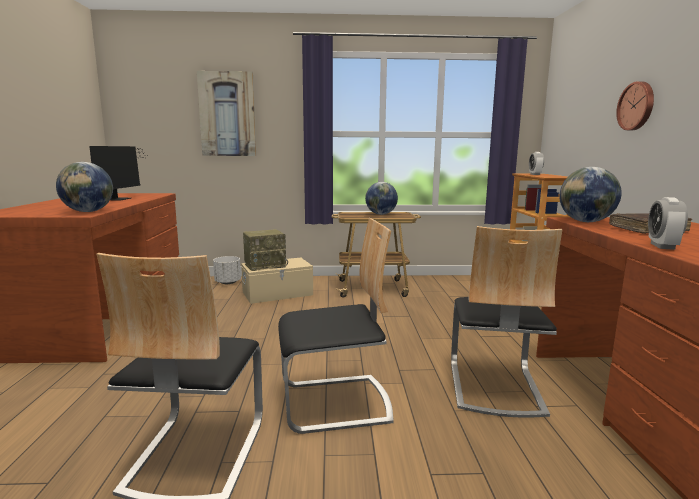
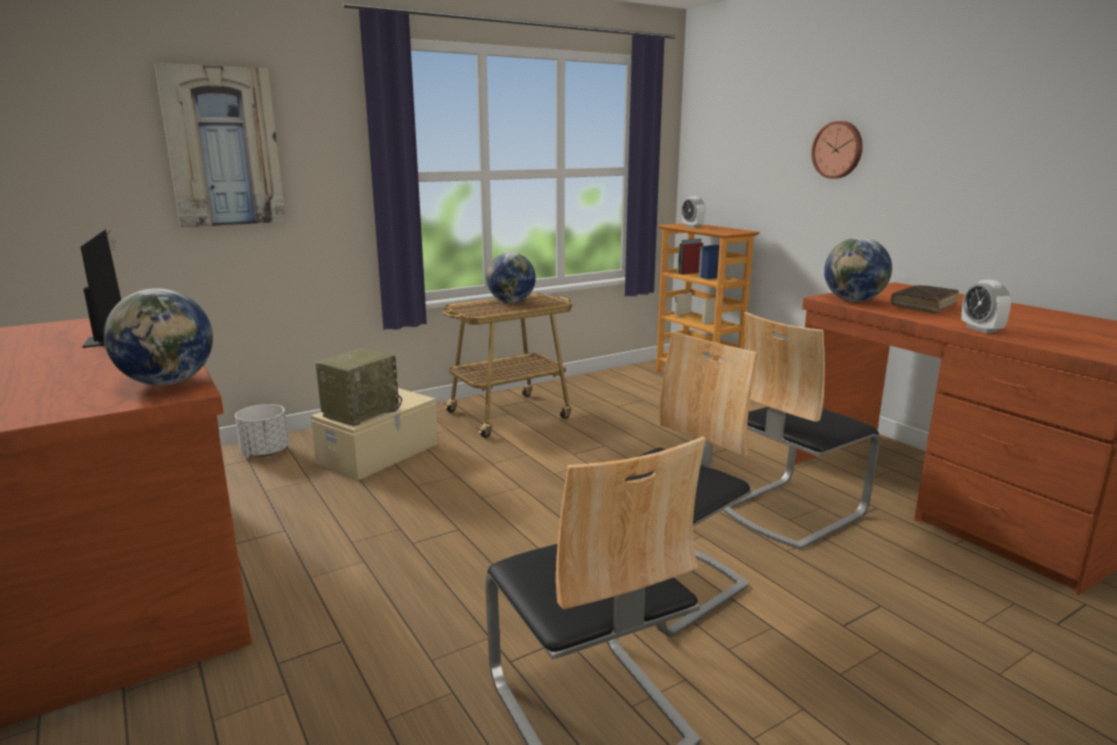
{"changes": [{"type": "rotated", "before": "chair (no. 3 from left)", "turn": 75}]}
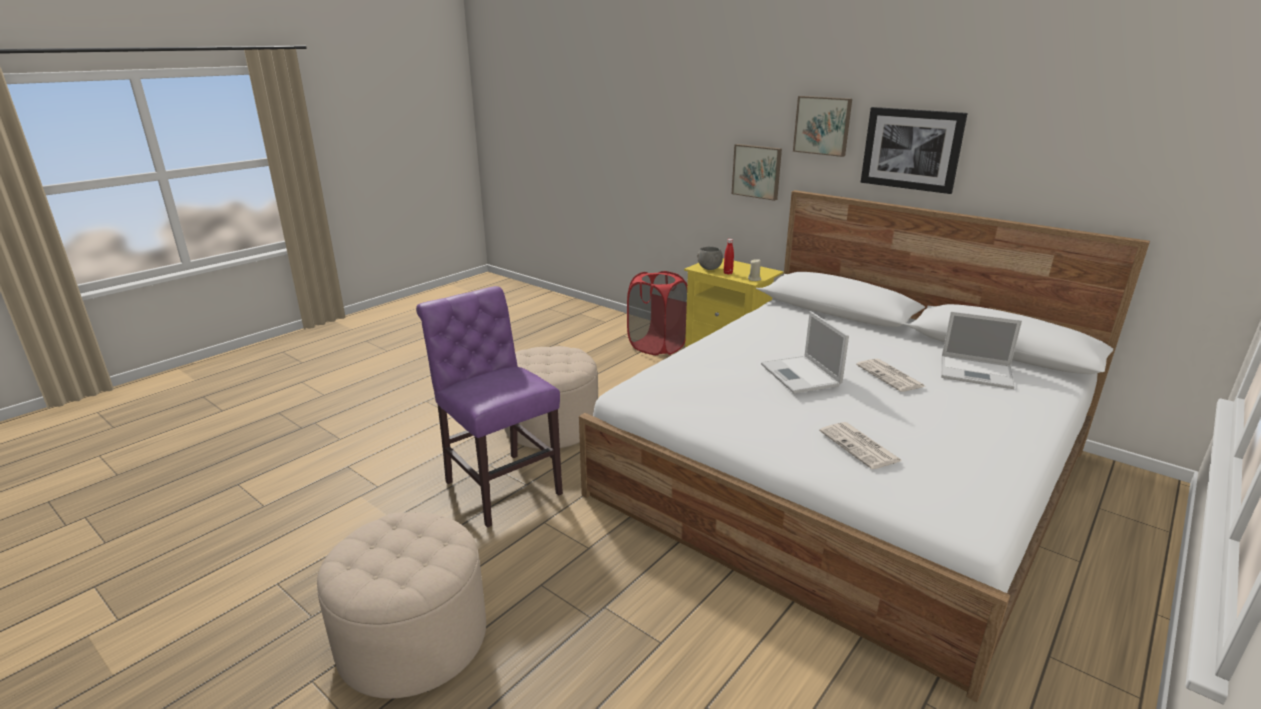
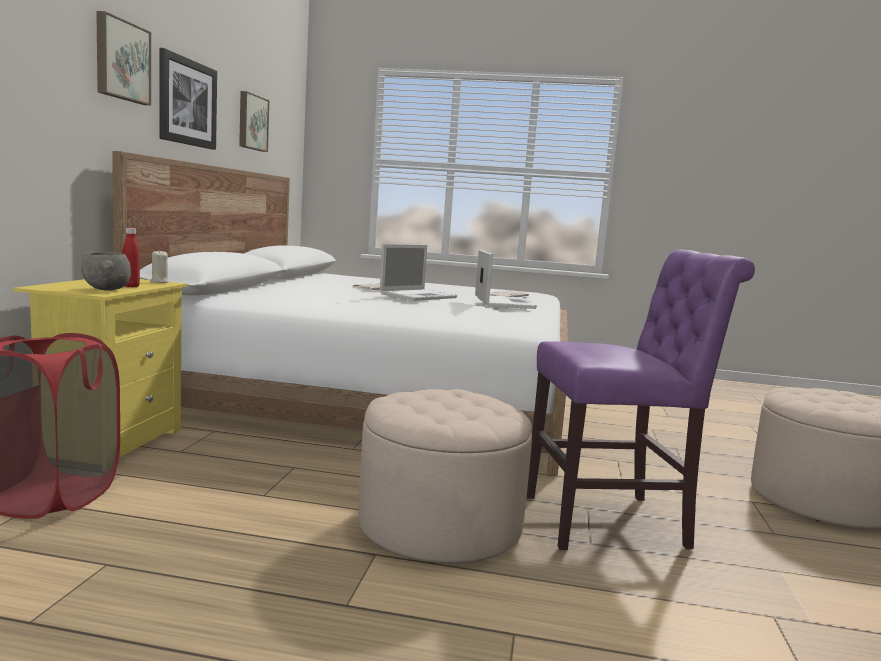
{"changes": [{"type": "shifted", "before": "wall art (no. 1 from left in the first image)", "after": "wall art (no. 3 from left)"}, {"type": "rotated", "before": "purple-coloured chair", "turn": -120}, {"type": "shifted", "before": "portable computer (no. 2 from left)"}]}
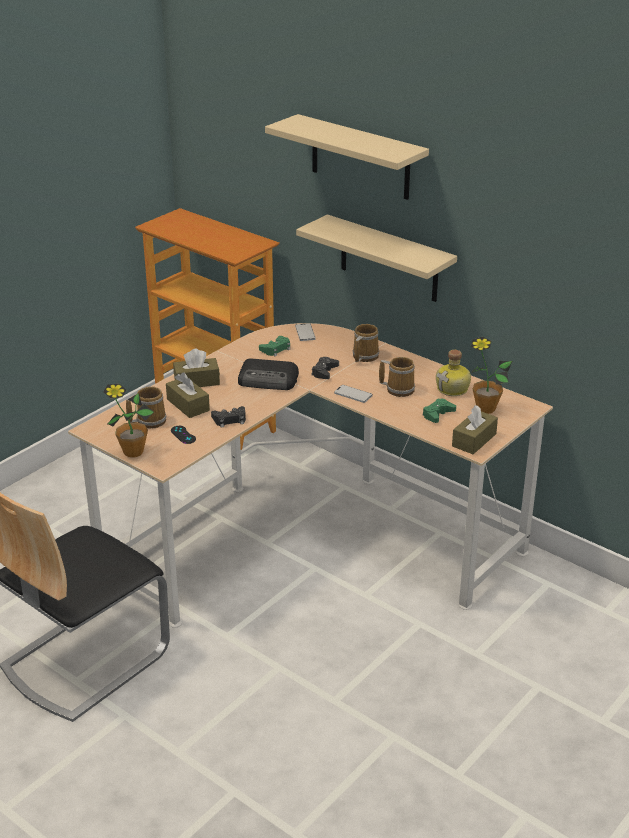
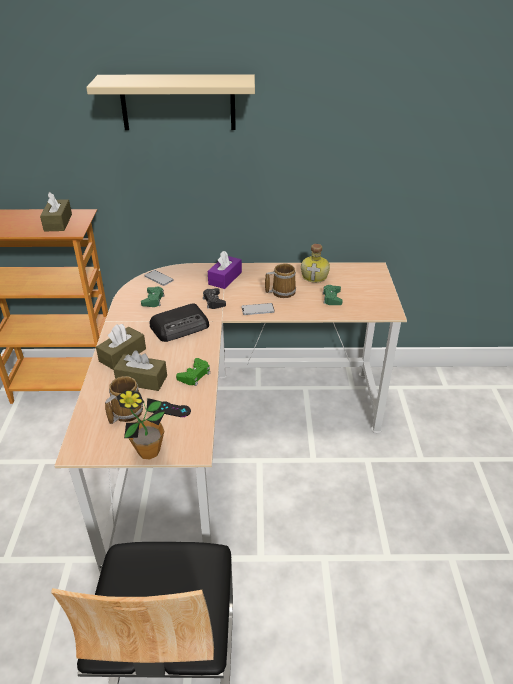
{"changes": [{"type": "gone", "before": "sand-coloured shelf (no. 2 from left)"}, {"type": "swapped", "before": "coffee mug (no. 2 from left)", "after": "purple-coloured box of tissues"}, {"type": "gone", "before": "houseplant (no. 2 from left)"}, {"type": "shifted", "before": "brown-coloured box of tissues (no. 3 from left in the first image)", "after": "brown-coloured box of tissues (no. 1 from left)"}, {"type": "repainted", "before": "blackish game controller (no. 2 from left)", "after": "green-coloured game controller (no. 2 from left)"}]}
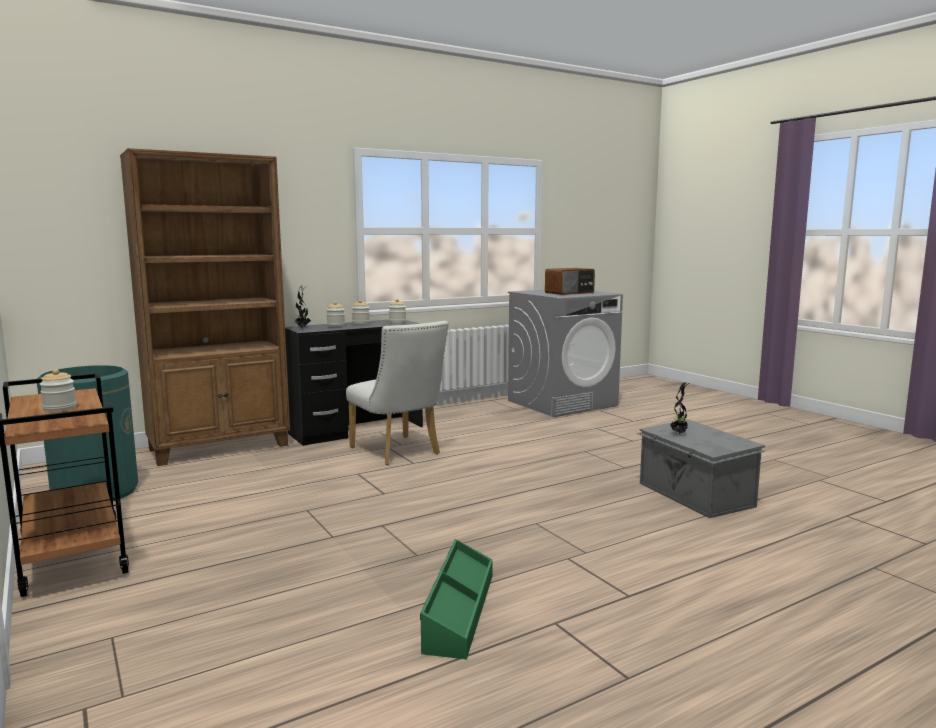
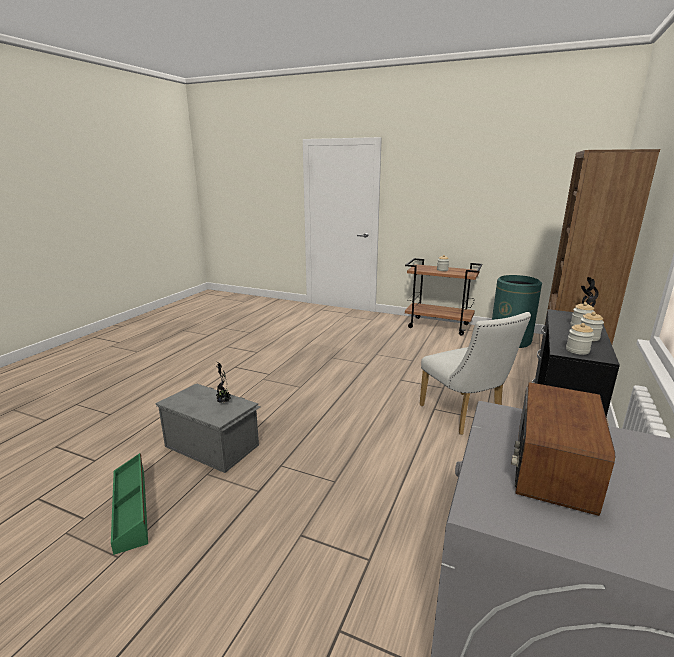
{"changes": [{"type": "rotated", "before": "whitish chair", "turn": -135}, {"type": "shifted", "before": "green-coloured storage bin"}]}
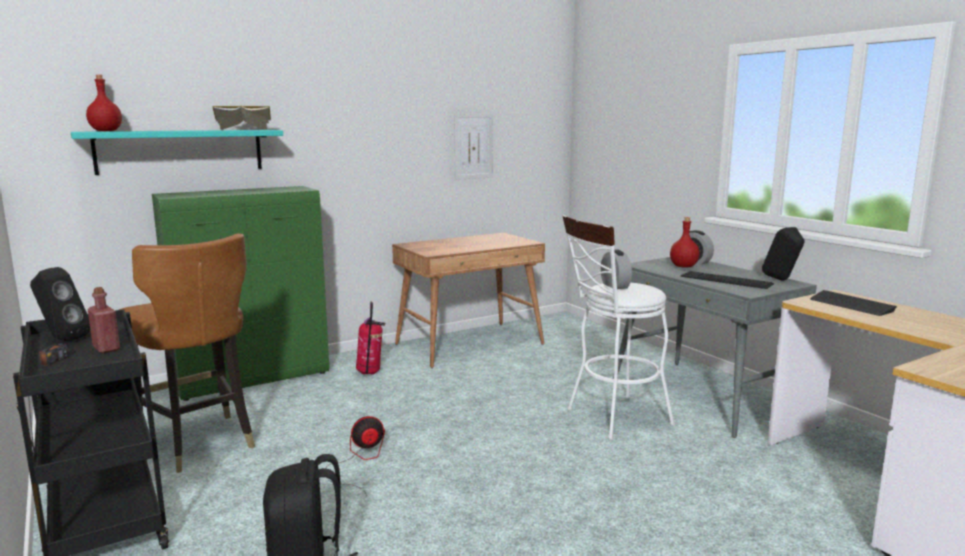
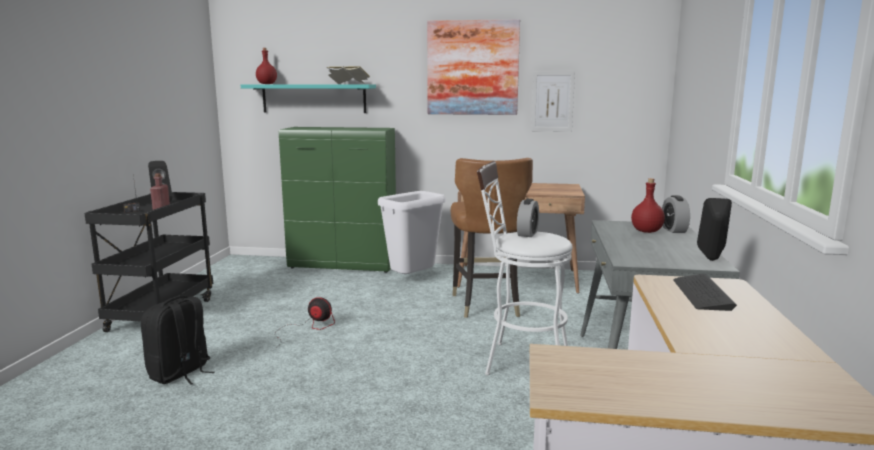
{"changes": [{"type": "shifted", "before": "brown-coloured chair"}, {"type": "gone", "before": "keyboard (no. 1 from left)"}, {"type": "swapped", "before": "extinguisher", "after": "whitish trash can"}, {"type": "new", "after": "wall art (no. 1 from left)"}]}
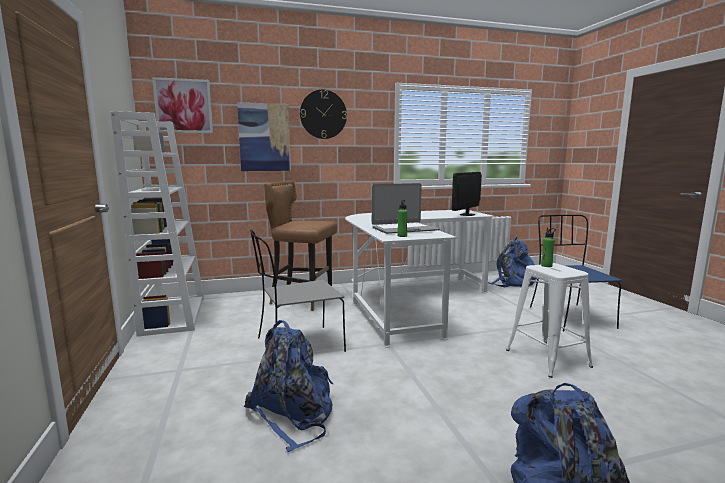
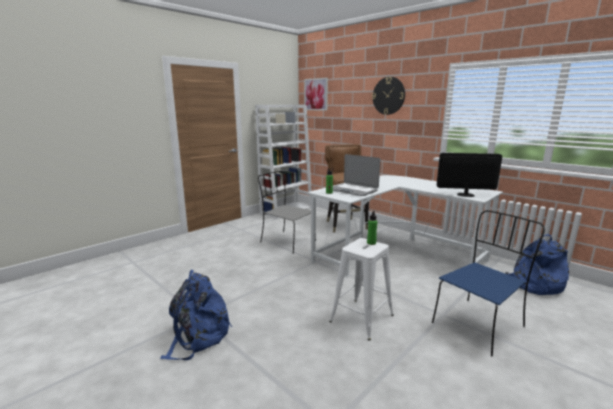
{"changes": [{"type": "gone", "before": "wall art (no. 2 from left)"}, {"type": "gone", "before": "blue-coloured backpack (no. 1 from left)"}]}
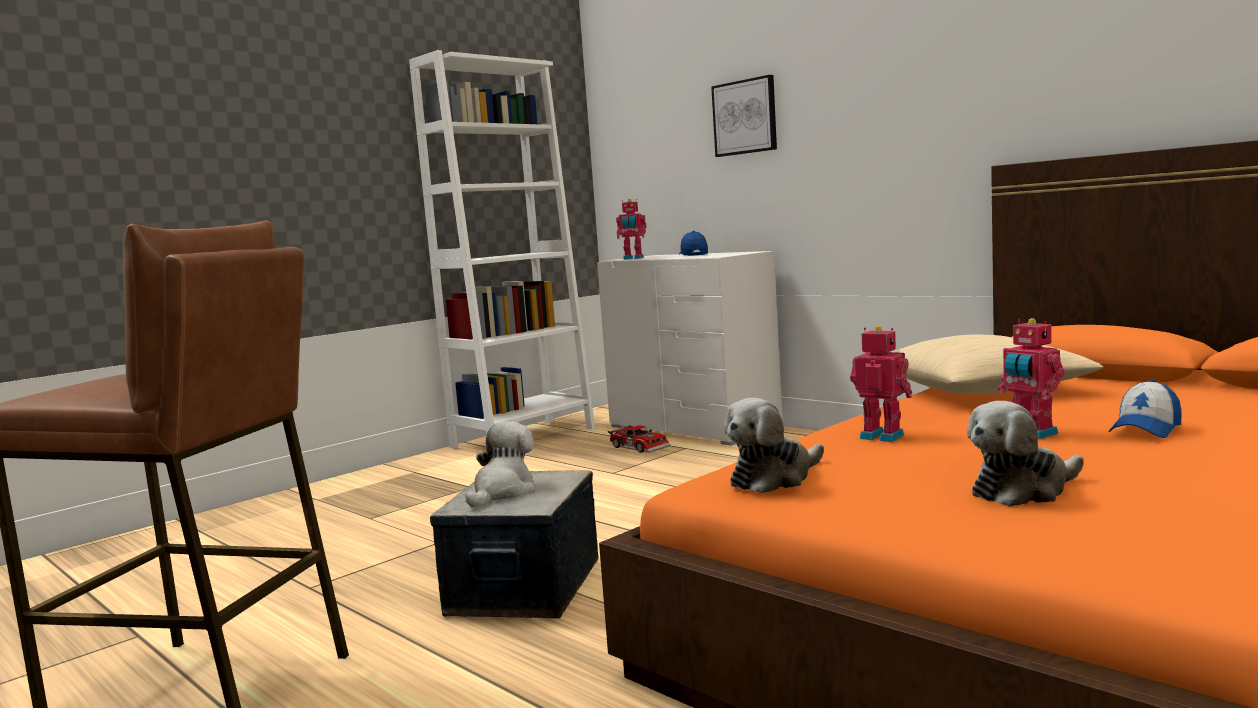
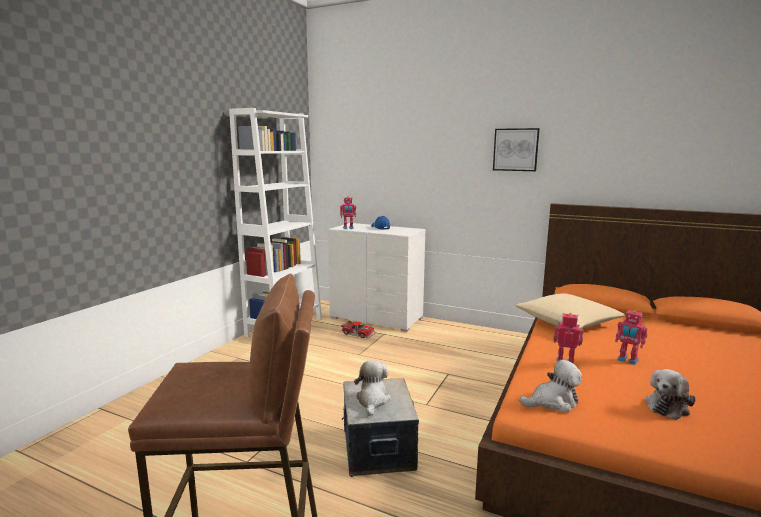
{"changes": [{"type": "shifted", "before": "wall art"}, {"type": "gone", "before": "baseball cap (no. 2 from left)"}, {"type": "rotated", "before": "cuddly toy (no. 2 from left)", "turn": -135}]}
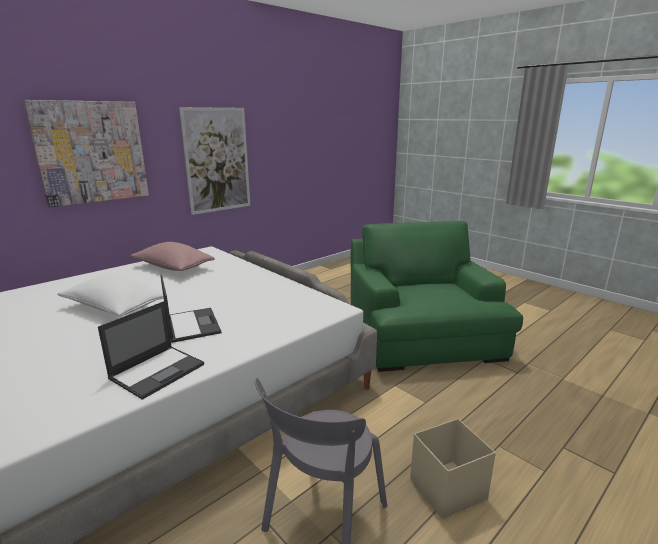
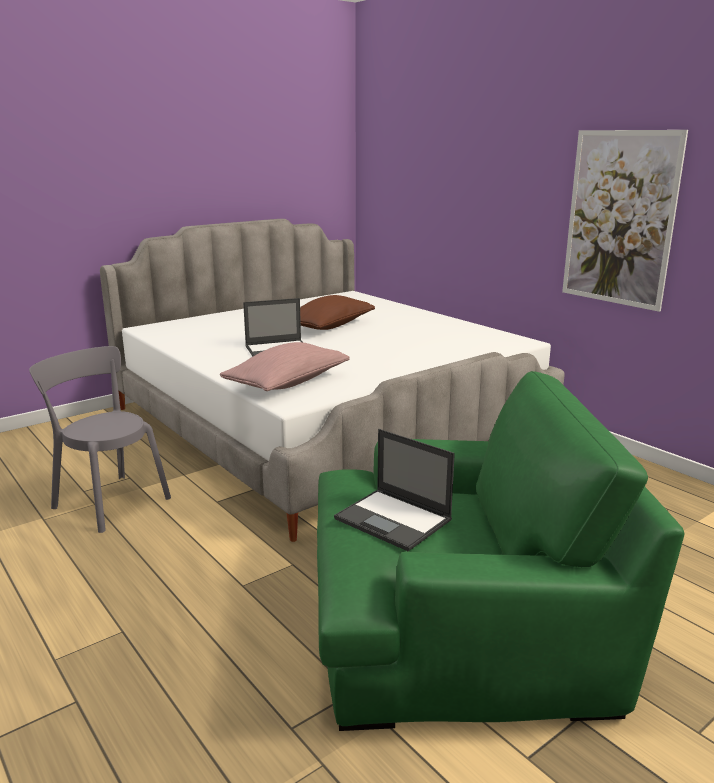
{"changes": [{"type": "gone", "before": "wall art (no. 1 from left)"}, {"type": "shifted", "before": "pinkish cushion"}, {"type": "repainted", "before": "whitish cushion", "after": "brown-coloured cushion"}, {"type": "shifted", "before": "portable computer (no. 1 from left in the first image)", "after": "portable computer (no. 2 from left)"}, {"type": "gone", "before": "sand-coloured storage bin"}]}
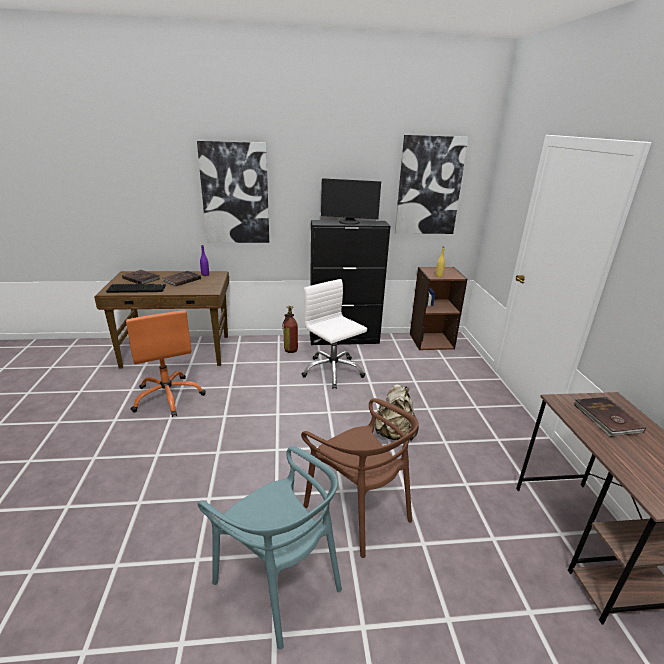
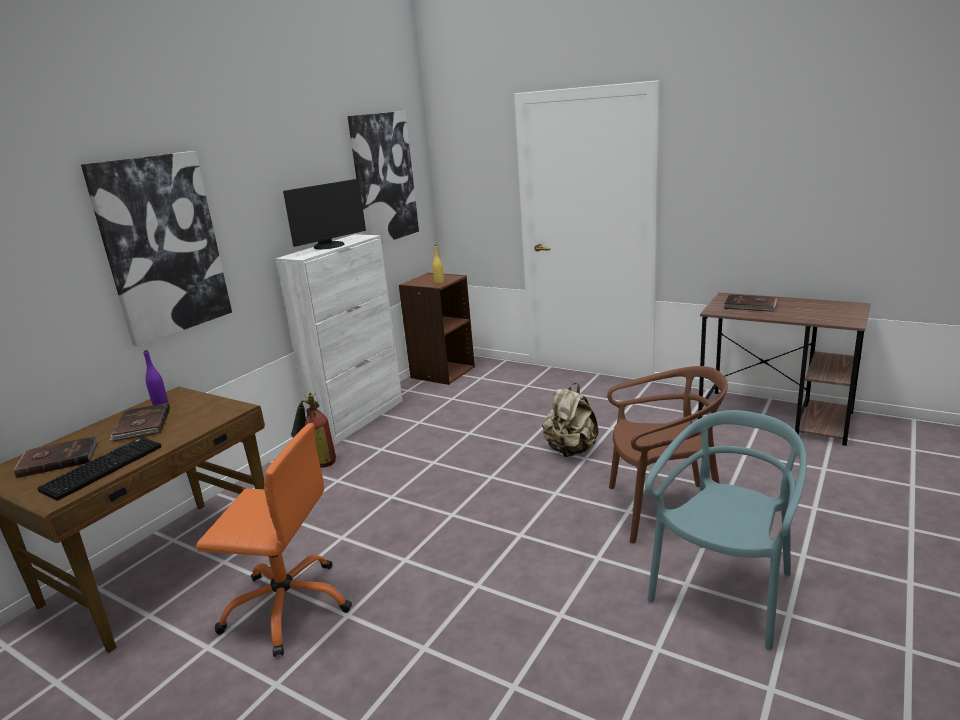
{"changes": [{"type": "repainted", "before": "blackish cupboard", "after": "whitish cupboard"}, {"type": "gone", "before": "whitish desk chair"}, {"type": "rotated", "before": "turquoise-coloured chair", "turn": -45}]}
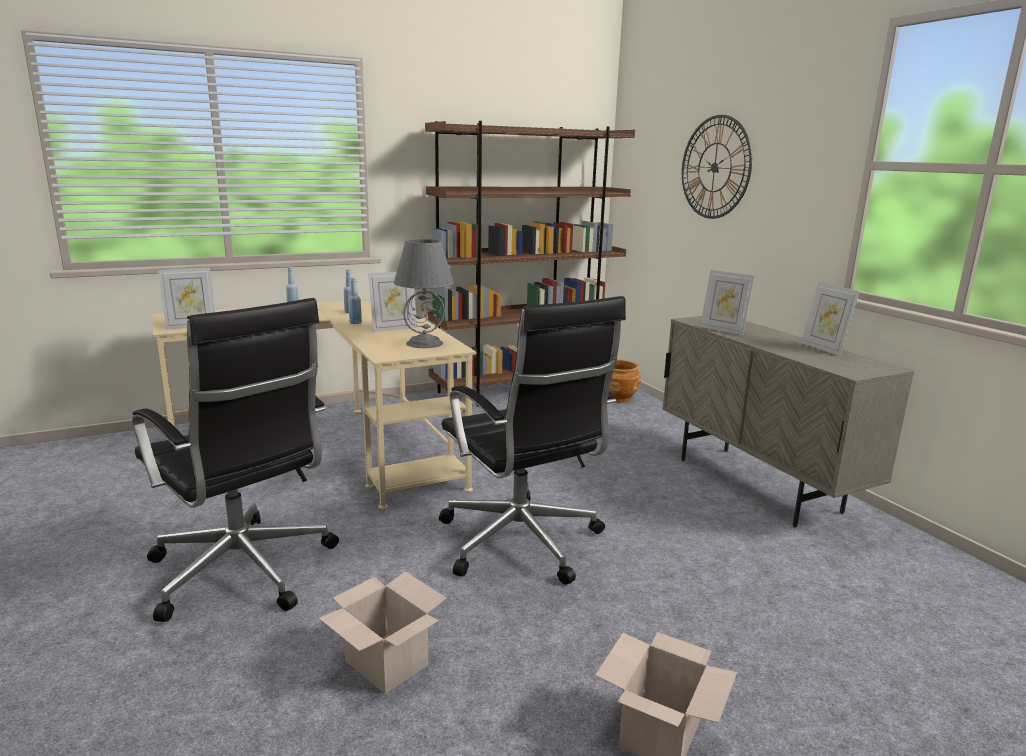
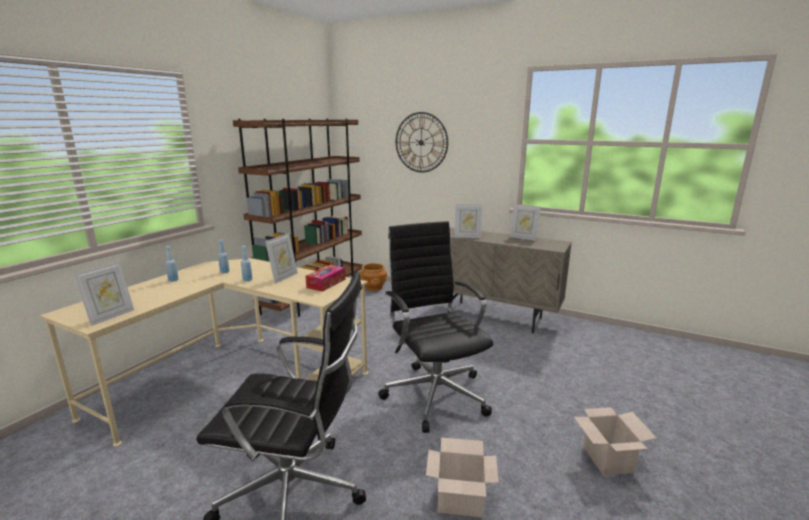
{"changes": [{"type": "swapped", "before": "grey table lamp", "after": "box of tissues"}, {"type": "rotated", "before": "blackish desk chair (no. 2 from left)", "turn": -135}]}
